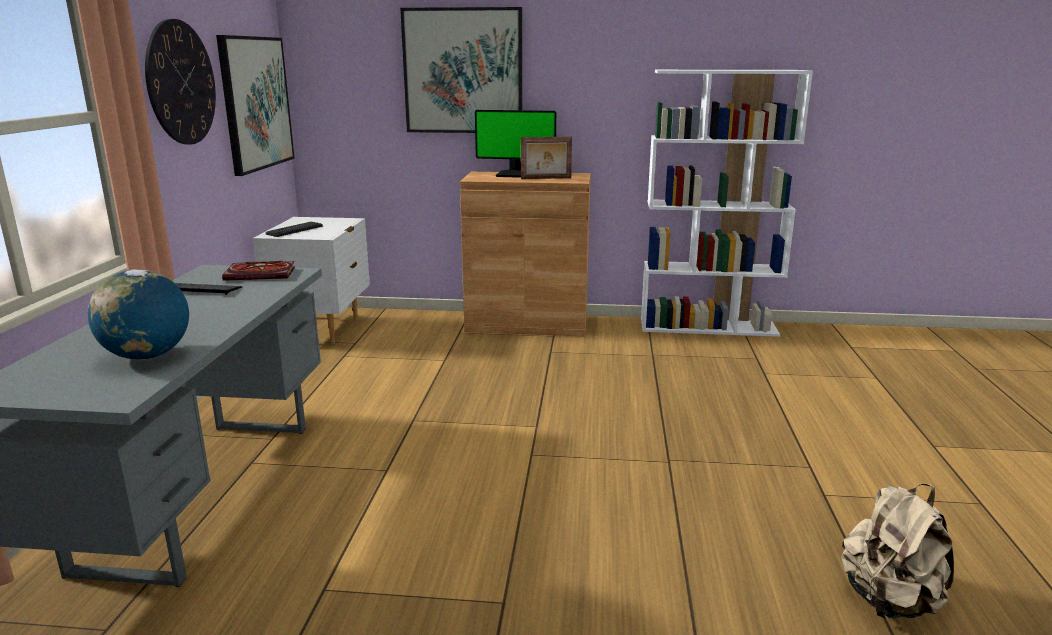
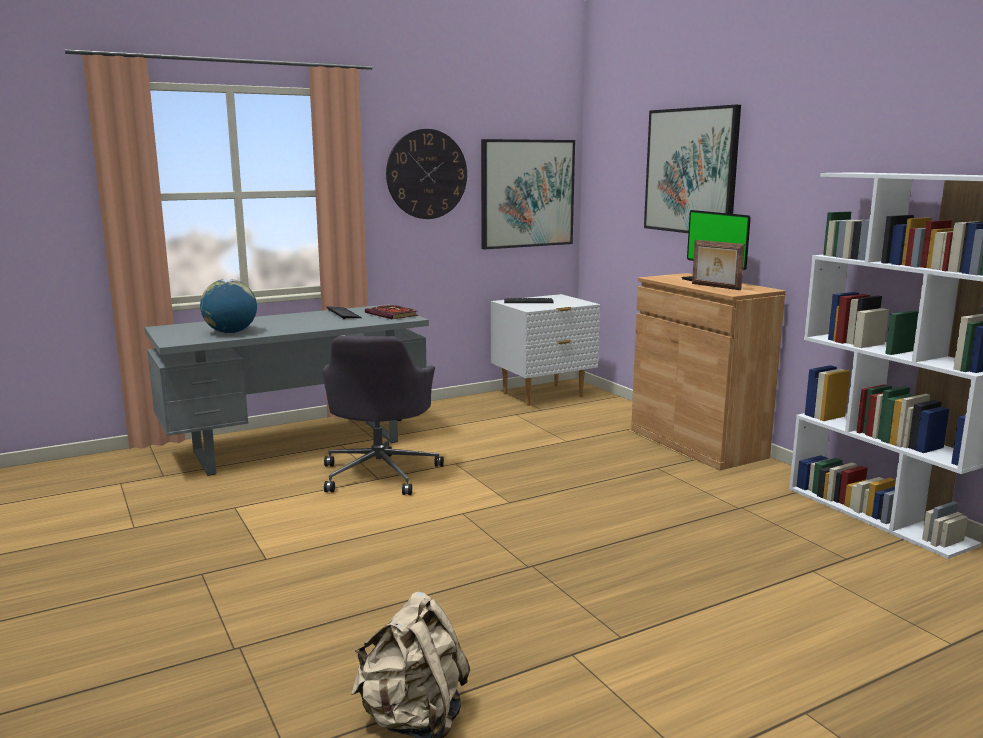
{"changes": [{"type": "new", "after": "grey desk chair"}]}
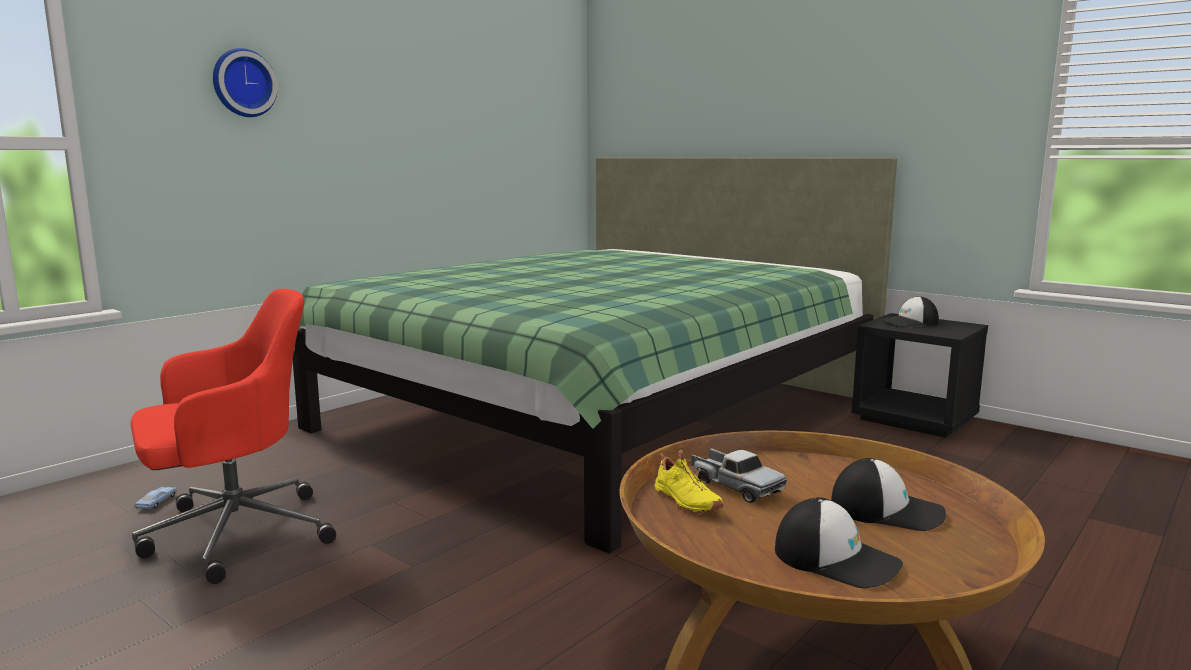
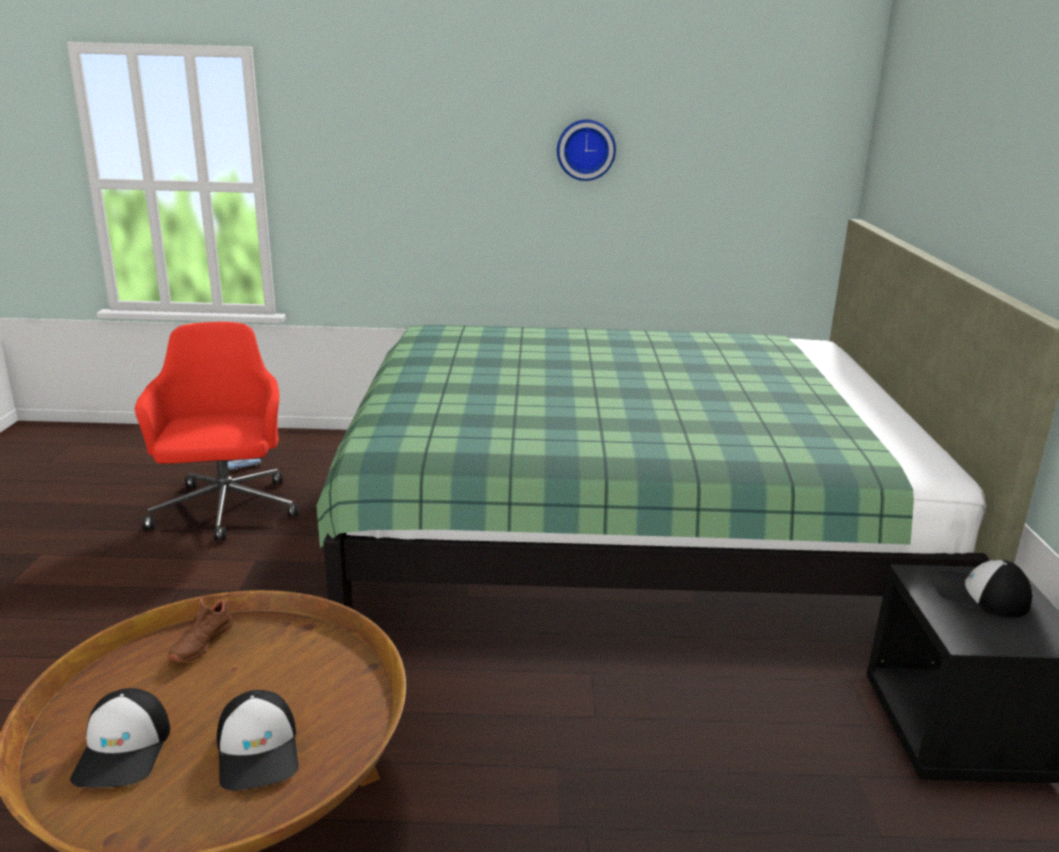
{"changes": [{"type": "shifted", "before": "hanging clock"}, {"type": "rotated", "before": "reddish desk chair", "turn": -120}, {"type": "gone", "before": "toy truck"}, {"type": "repainted", "before": "yellowish shoe", "after": "brown-coloured shoe"}]}
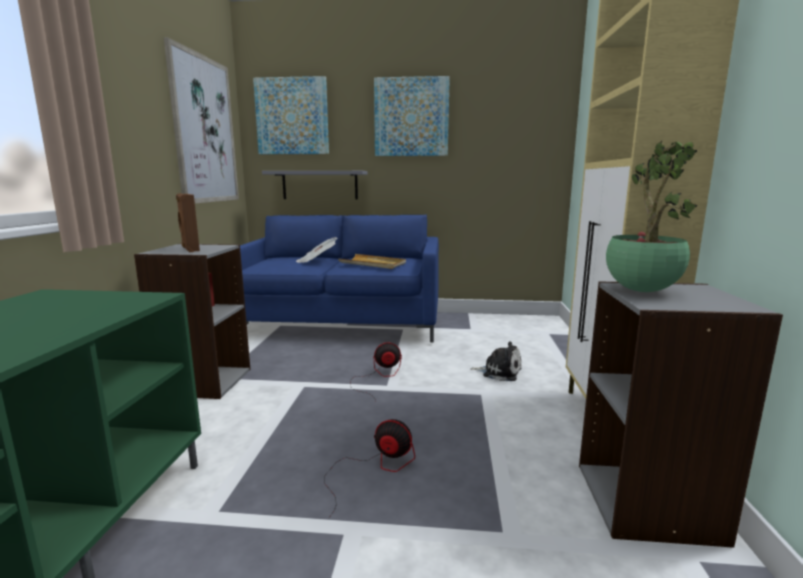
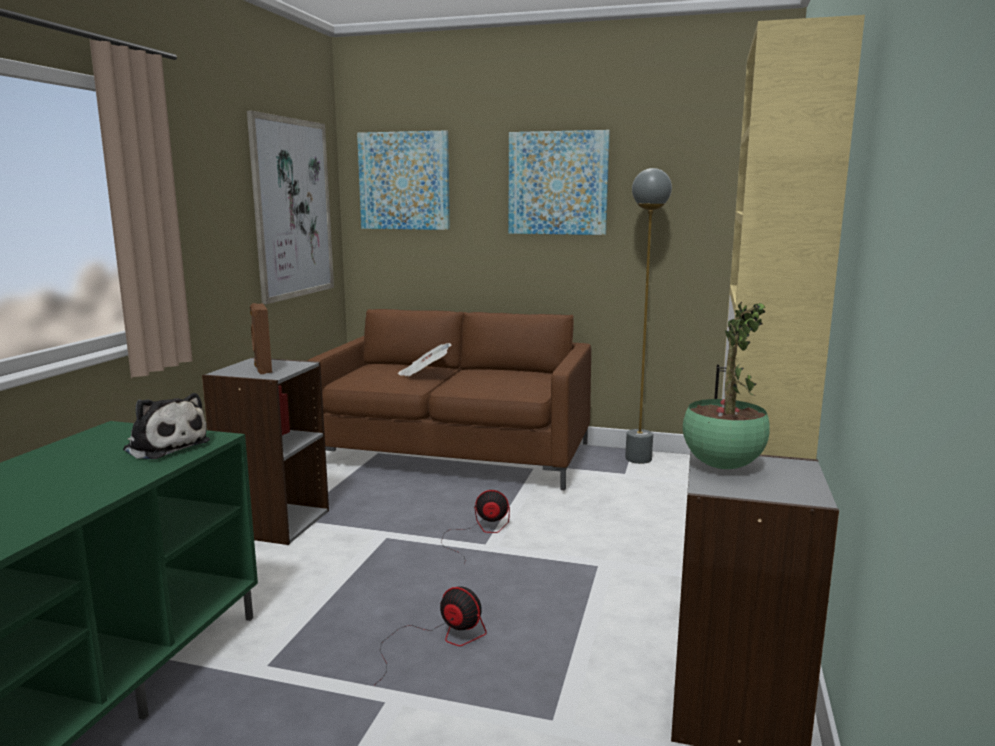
{"changes": [{"type": "gone", "before": "grey shelf"}, {"type": "repainted", "before": "blue-coloured sofa", "after": "brown-coloured sofa"}, {"type": "gone", "before": "sand-coloured serving tray"}, {"type": "shifted", "before": "cuddly toy"}, {"type": "new", "after": "grey floor lamp"}]}
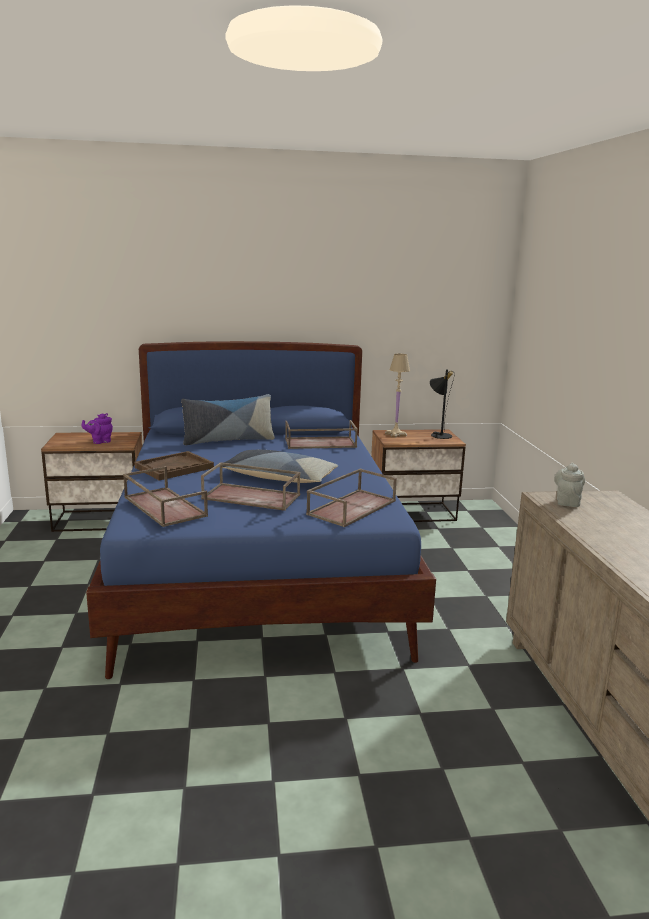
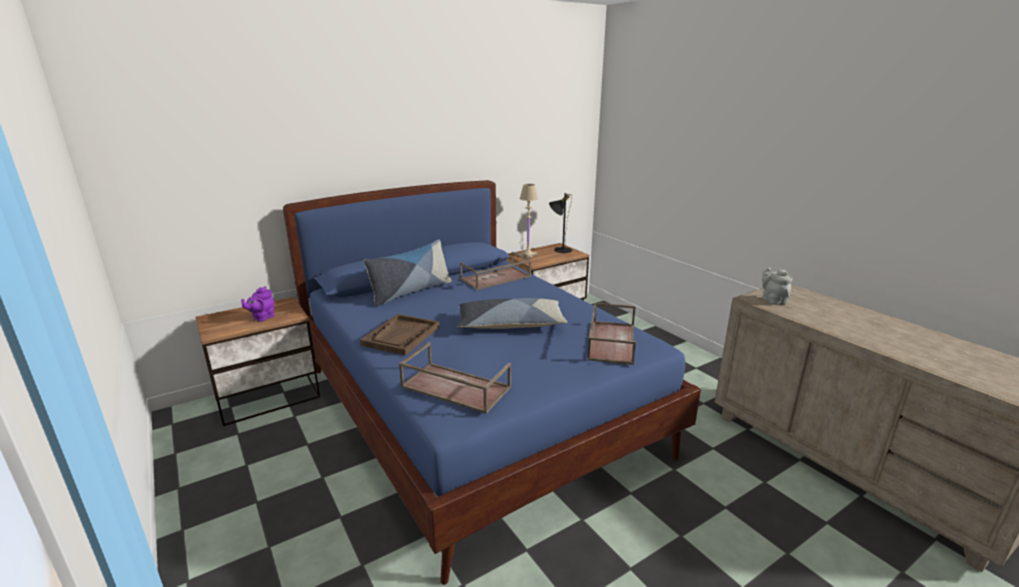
{"changes": [{"type": "gone", "before": "brown-coloured serving tray (no. 3 from left)"}]}
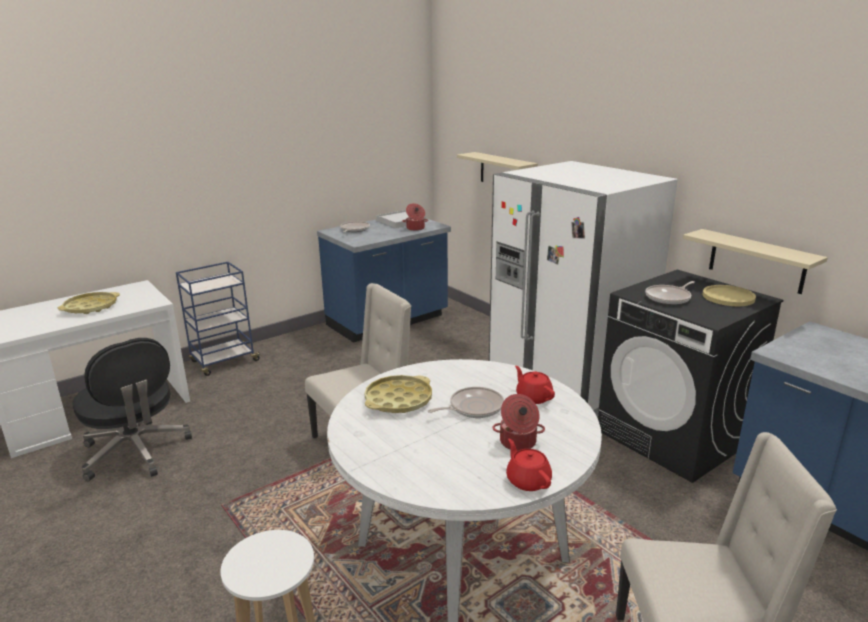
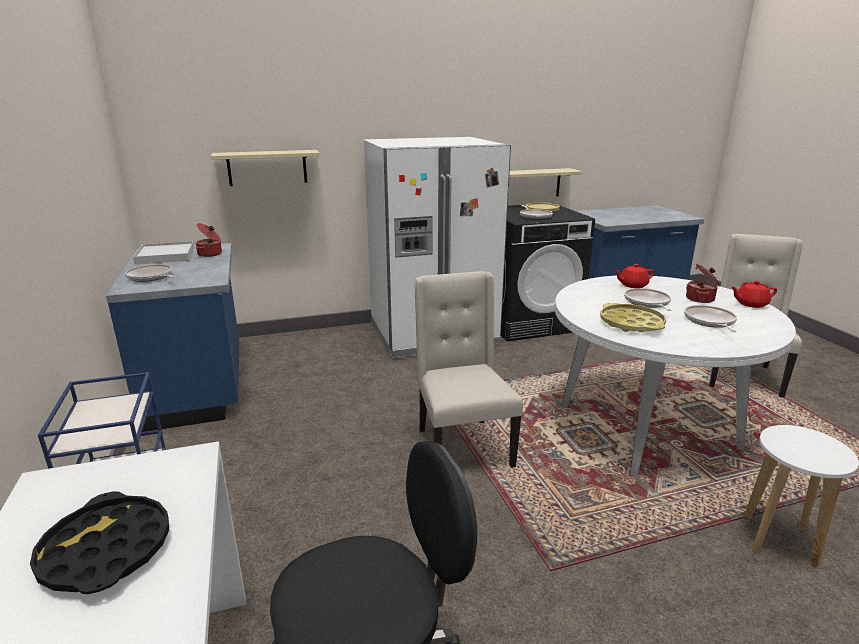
{"changes": [{"type": "repainted", "before": "yellowish serving tray (no. 1 from left)", "after": "blackish serving tray"}, {"type": "new", "after": "frying pan (no. 4 from left)"}]}
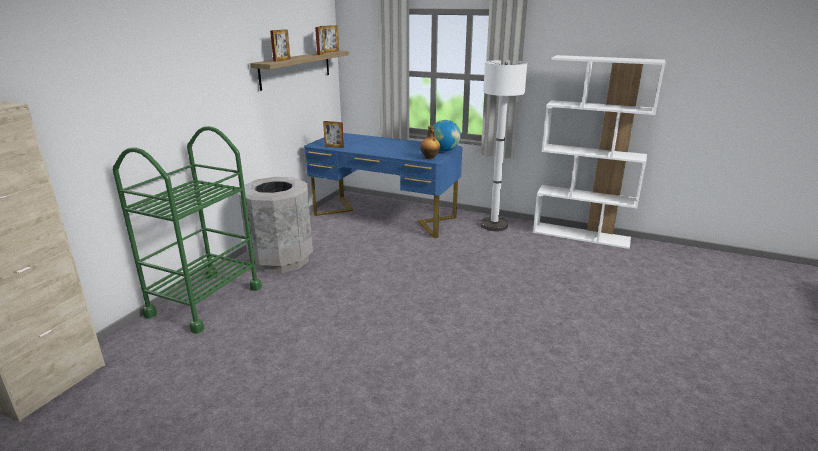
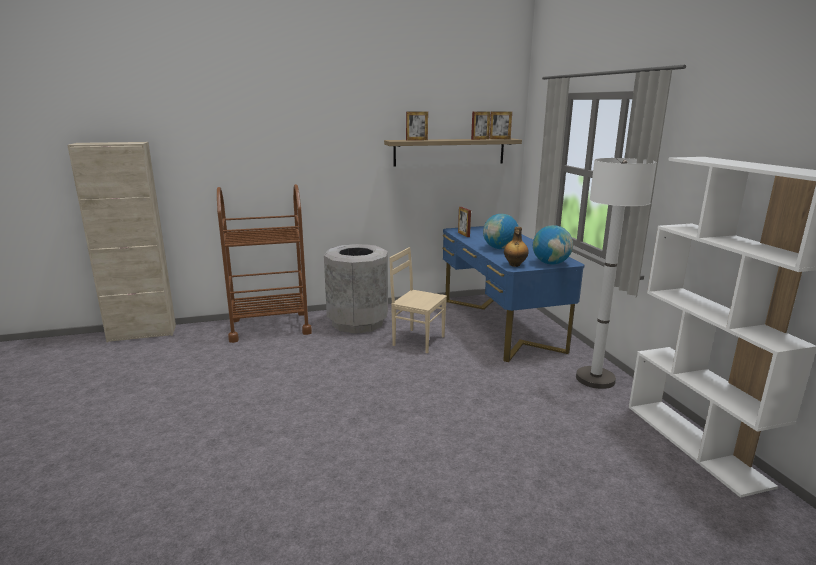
{"changes": [{"type": "repainted", "before": "green-coloured trolley", "after": "brown-coloured trolley"}, {"type": "new", "after": "desk globe (no. 1 from left)"}, {"type": "new", "after": "sand-coloured chair"}]}
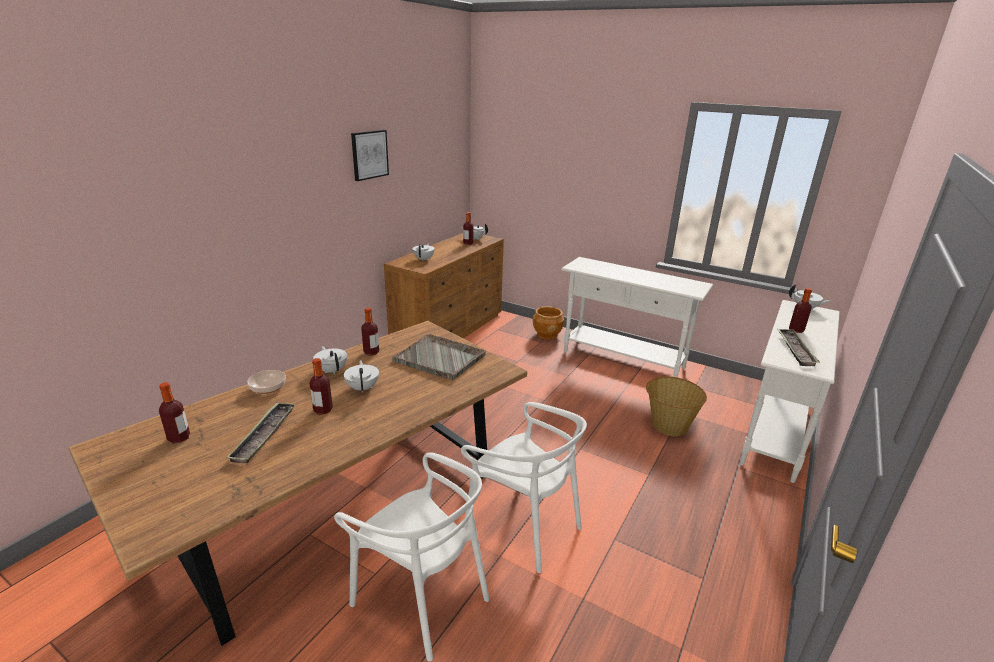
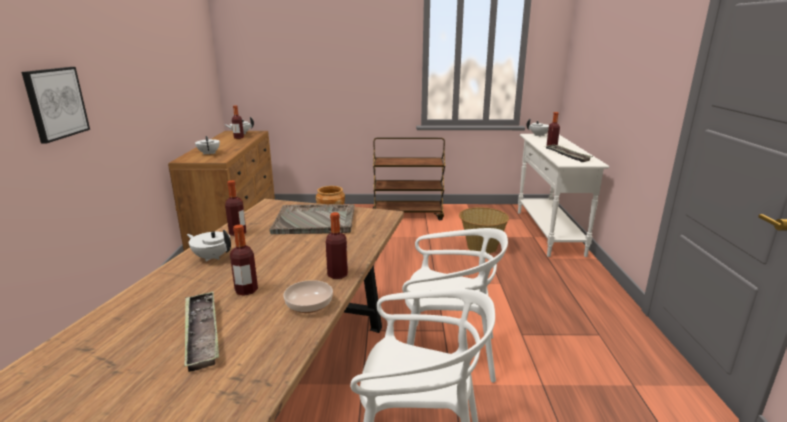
{"changes": [{"type": "shifted", "before": "wall art"}, {"type": "swapped", "before": "whitish narrow table (no. 1 from left)", "after": "brown-coloured trolley"}, {"type": "gone", "before": "whitish pot for tea (no. 2 from left)"}, {"type": "shifted", "before": "deep dish"}, {"type": "shifted", "before": "drink bottle (no. 1 from left in the first image)", "after": "drink bottle (no. 4 from left)"}]}
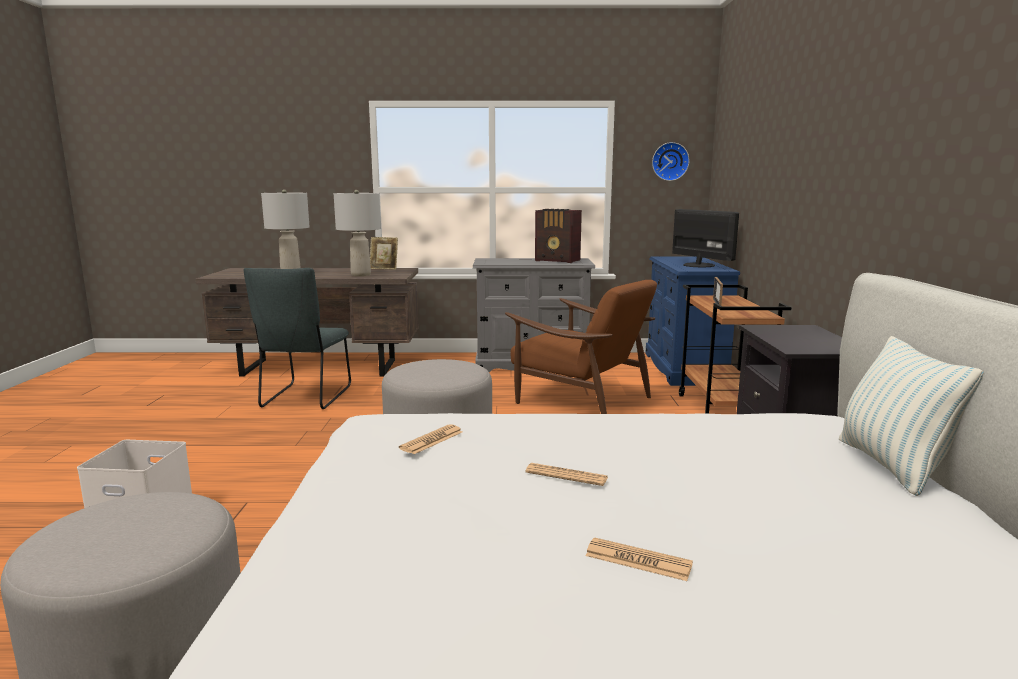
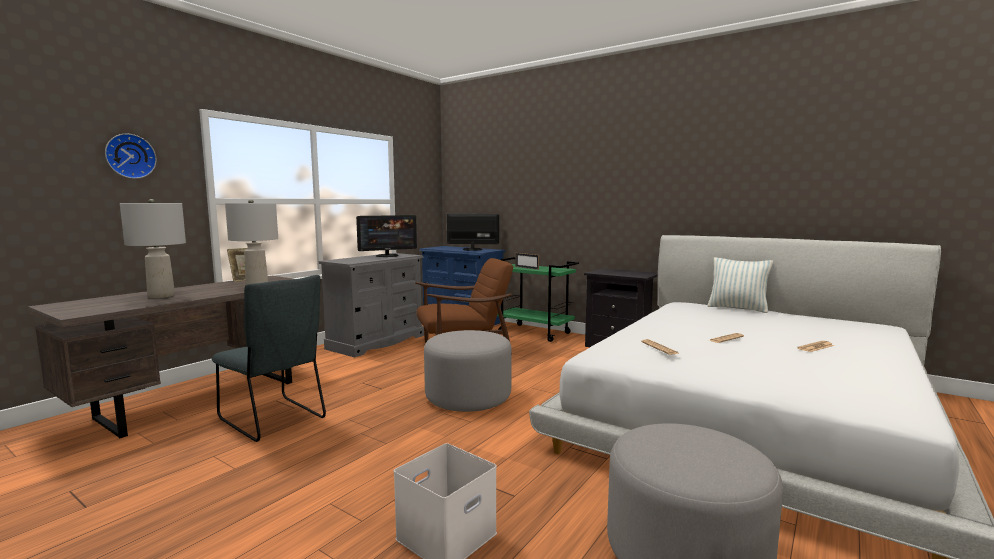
{"changes": [{"type": "shifted", "before": "hanging clock"}, {"type": "swapped", "before": "radio", "after": "monitor (no. 1 from left)"}, {"type": "repainted", "before": "brown-coloured trolley", "after": "green-coloured trolley"}]}
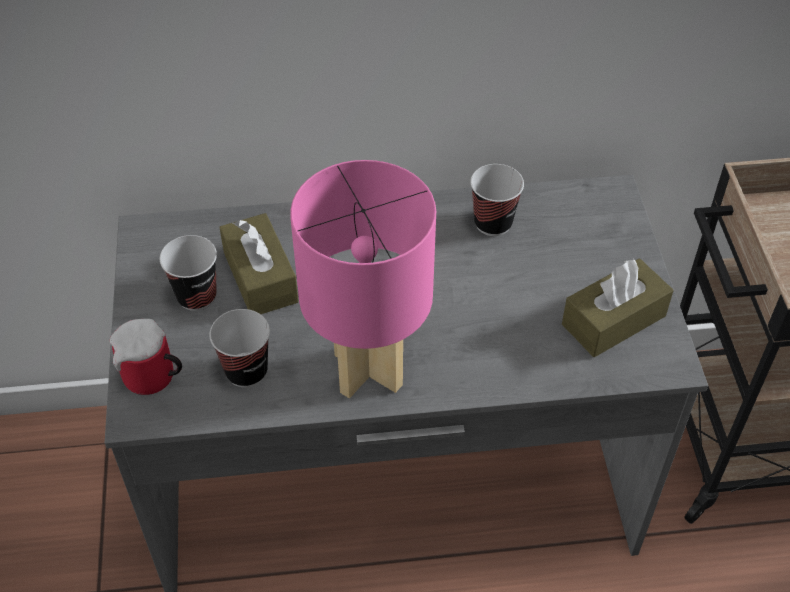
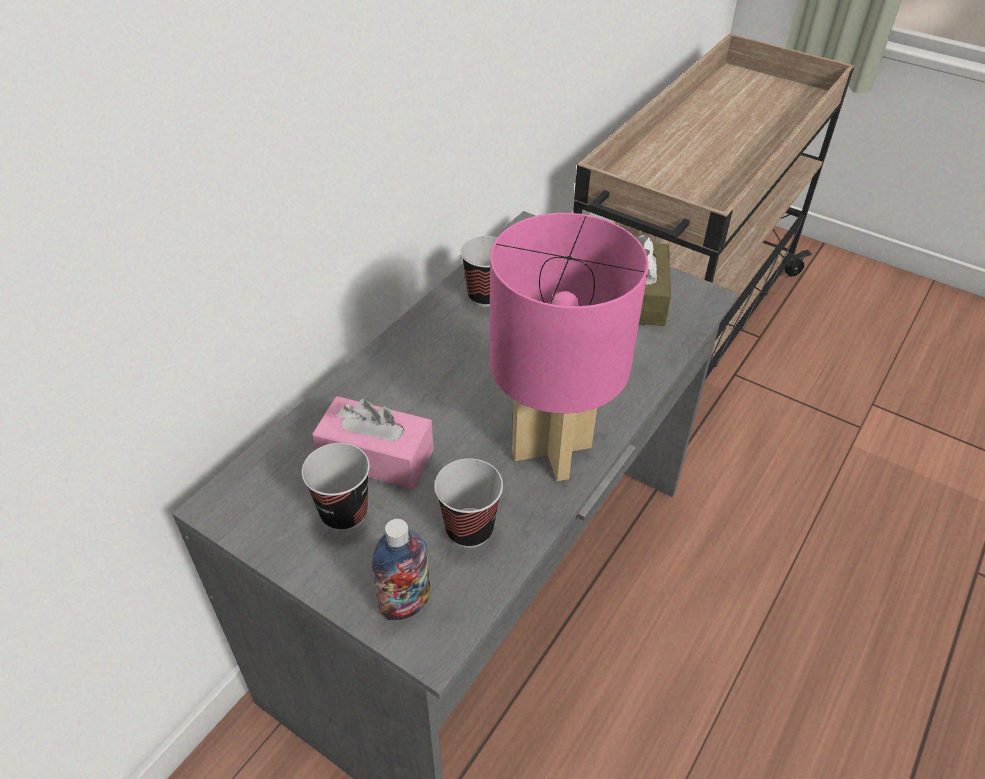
{"changes": [{"type": "repainted", "before": "brown-coloured box of tissues (no. 1 from left)", "after": "pinkish box of tissues"}, {"type": "swapped", "before": "coffee mug", "after": "drink bottle"}]}
